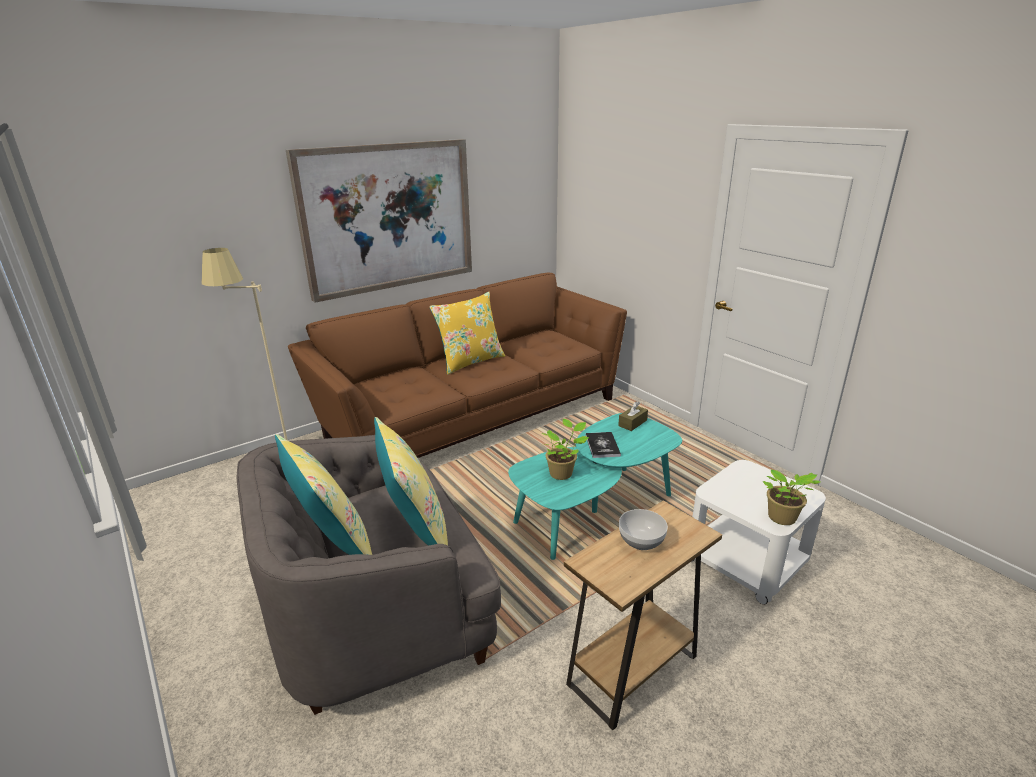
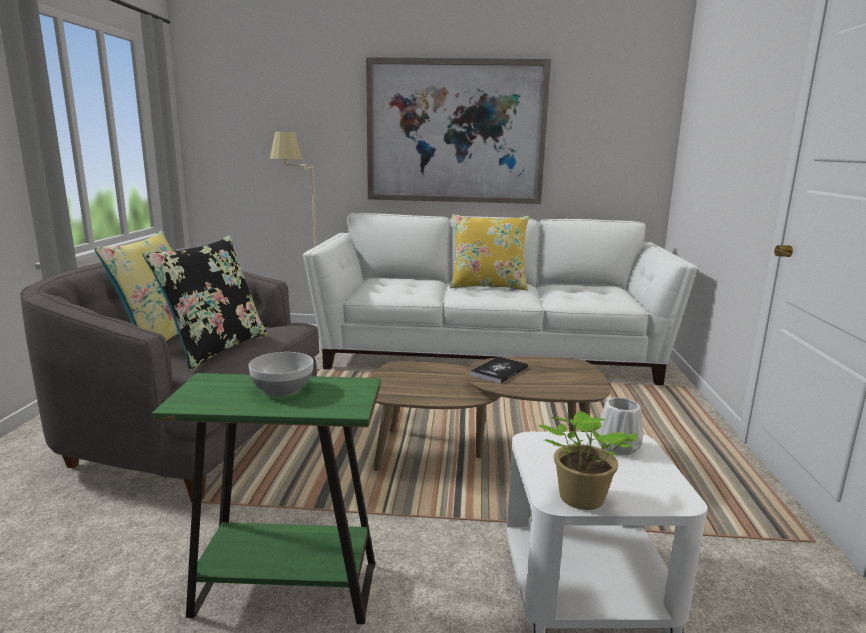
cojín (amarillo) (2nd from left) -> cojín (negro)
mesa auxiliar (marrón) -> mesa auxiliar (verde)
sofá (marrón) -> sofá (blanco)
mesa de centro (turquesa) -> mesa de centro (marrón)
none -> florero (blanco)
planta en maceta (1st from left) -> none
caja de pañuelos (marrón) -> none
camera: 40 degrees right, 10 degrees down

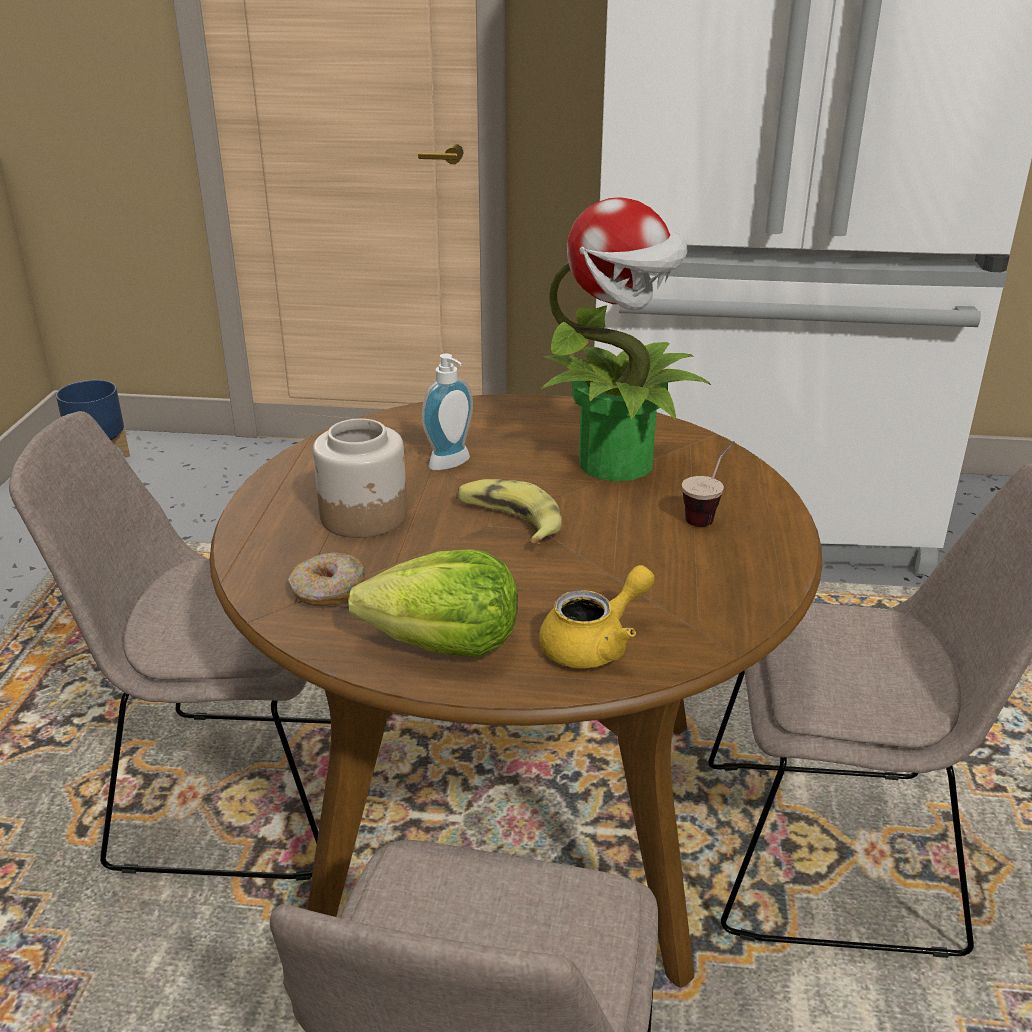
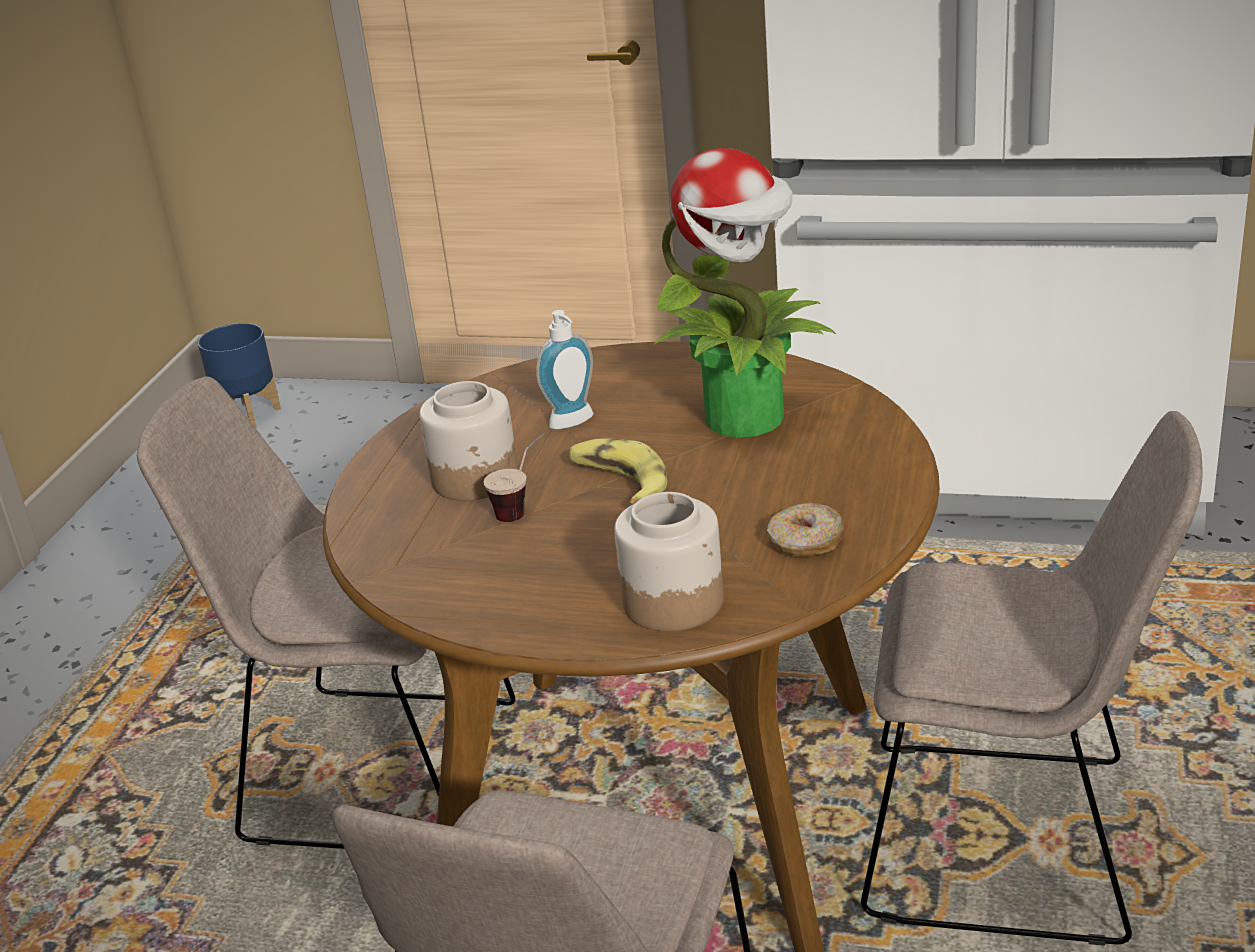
taza, moved
tetera (amarillo) -> tarro (2nd from left)
rosquilla, moved
lechuga -> none
camera: 10 degrees right, 0 degrees up

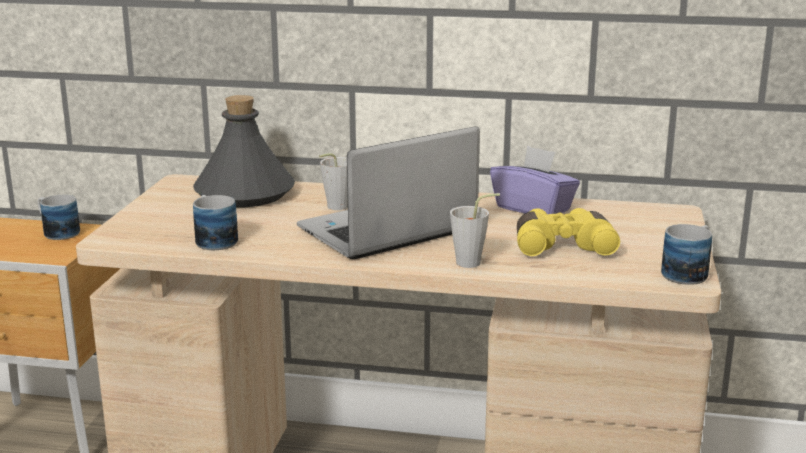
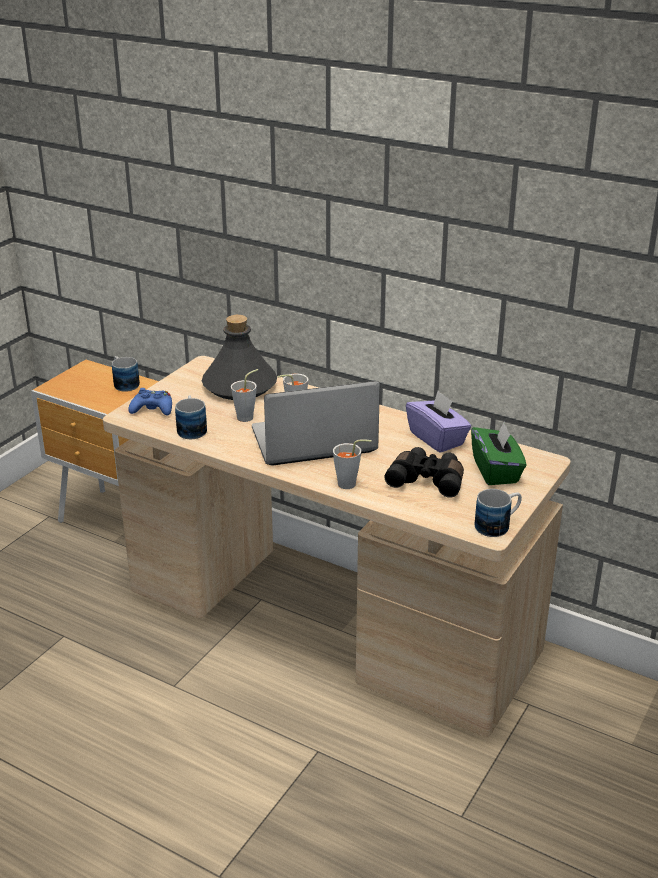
none -> mando de consola (azul)
none -> taza (gris) (1st from left)
prismáticos (amarillo) -> prismáticos (negro)
none -> caja de pañuelos (verde)
camera: 20 degrees right, 10 degrees up

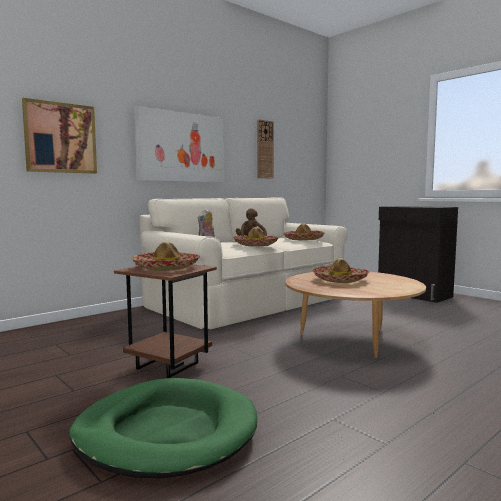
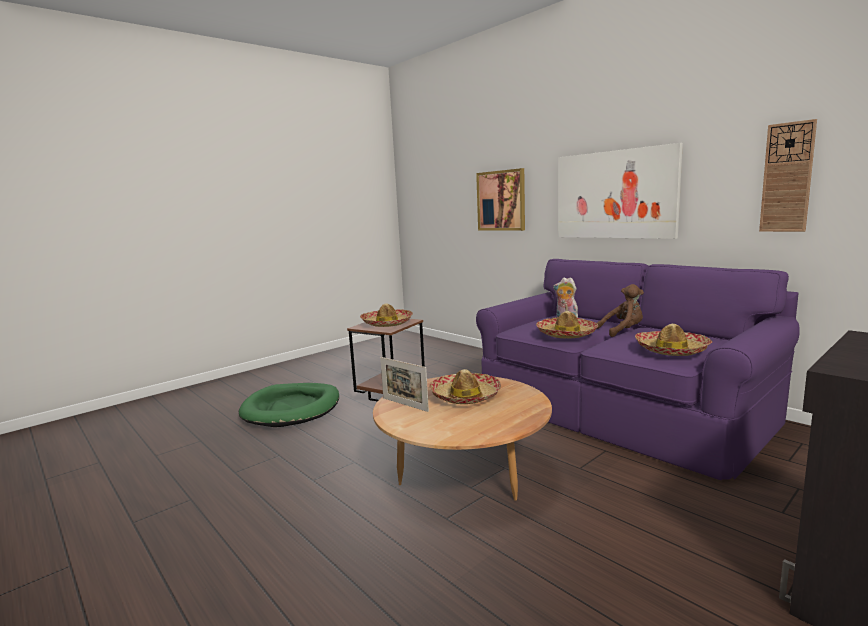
none -> portarretratos
sofá (beis) -> sofá (morado)
camera: 90 degrees right, 5 degrees up

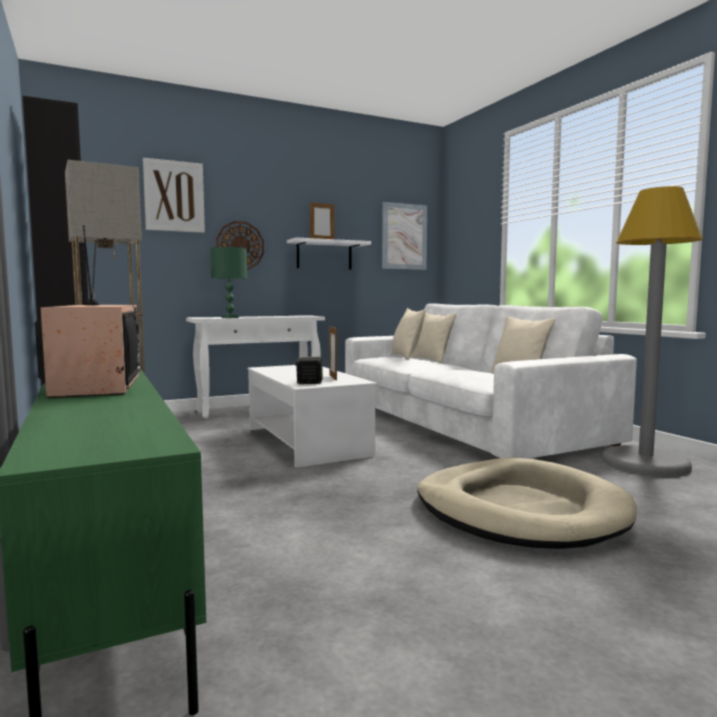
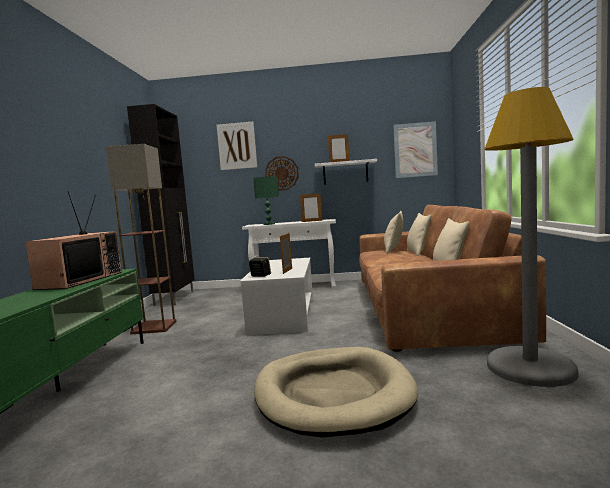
none -> portarretratos (2nd from left)
sofá (blanco) -> sofá (marrón)
camera: 30 degrees right, 0 degrees up

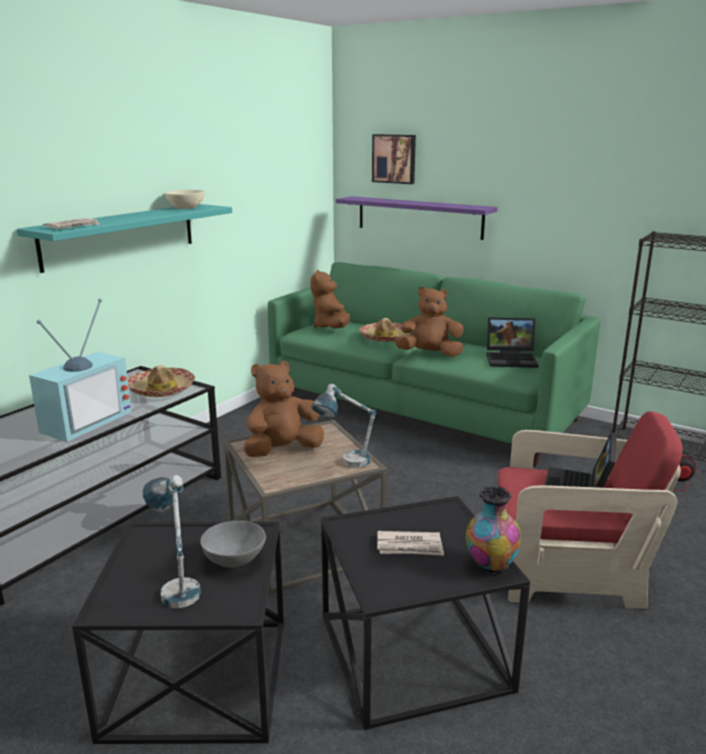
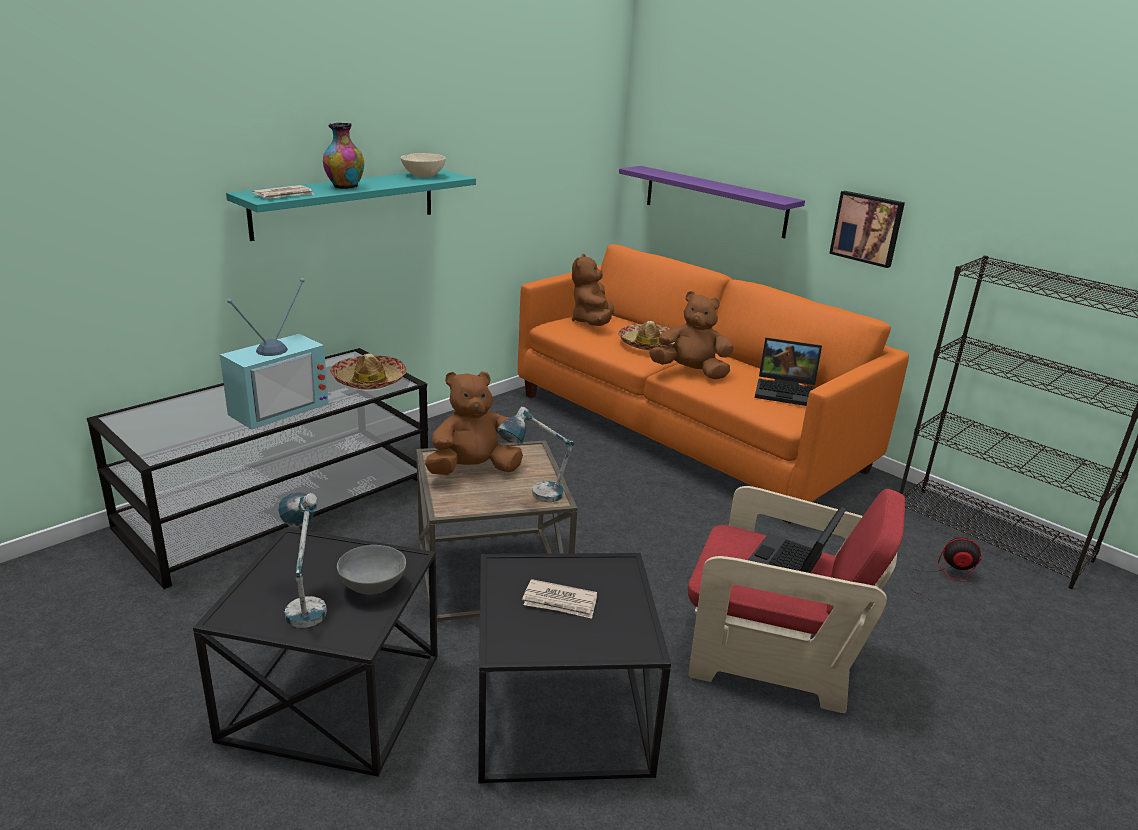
florero, moved
sofá (verde) -> sofá (naranja)
cuadro, moved
camera: 10 degrees right, 5 degrees up

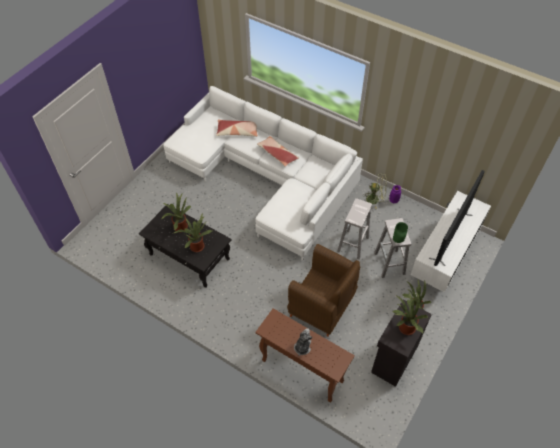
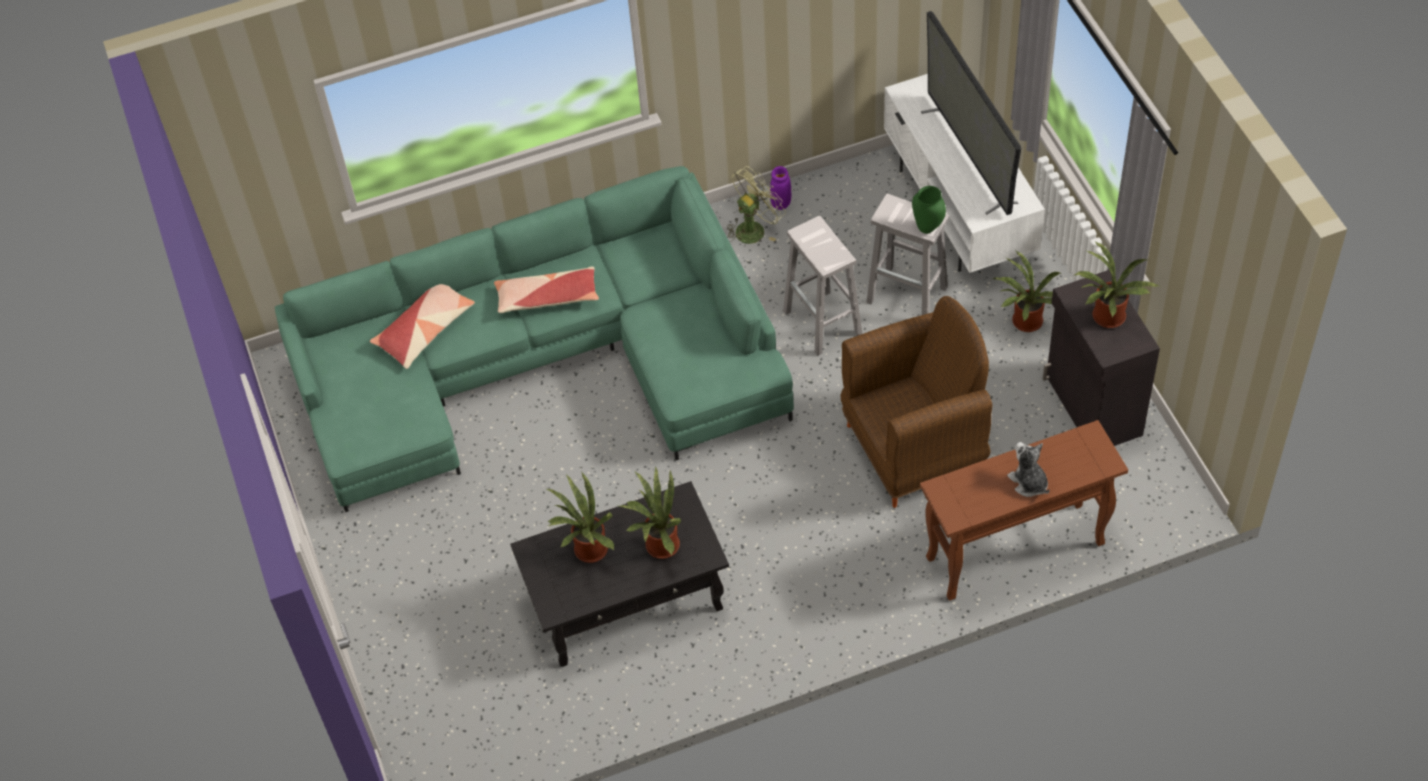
sofá (blanco) -> sofá (verde)
camera: 50 degrees left, 0 degrees up

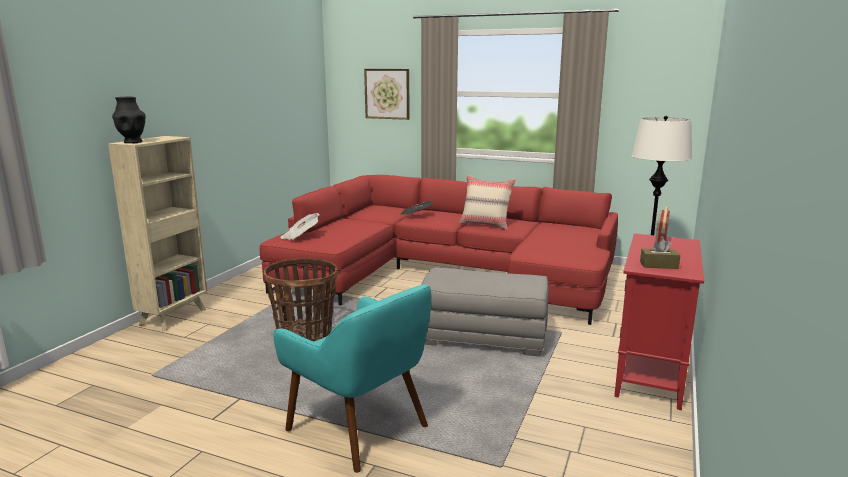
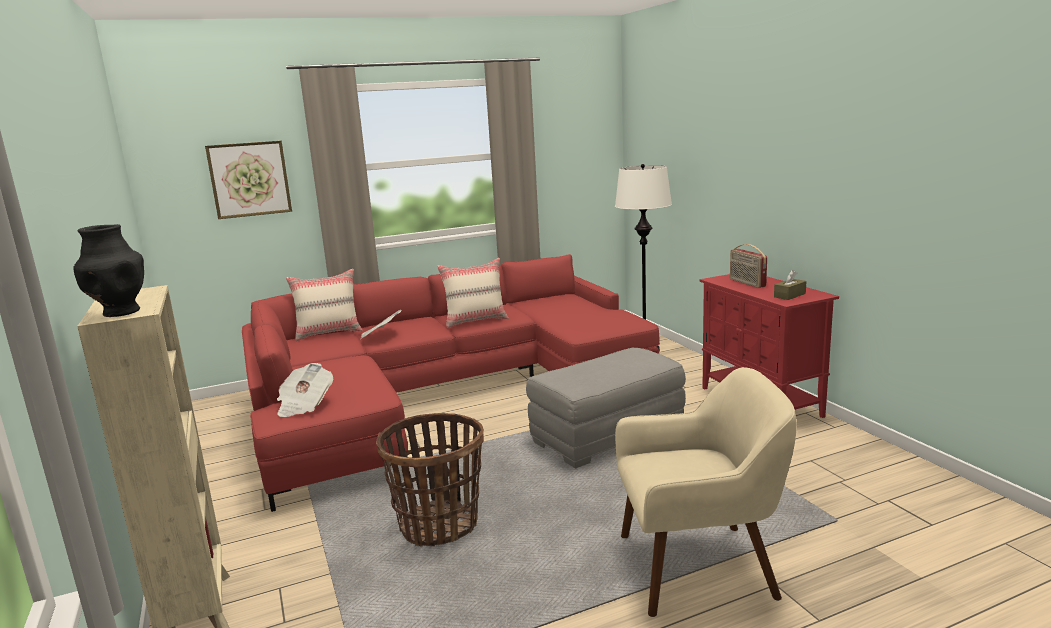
none -> cojín (beis) (1st from left)
sillón (turquesa) -> sillón (beis)
camera: 45 degrees left, 0 degrees up

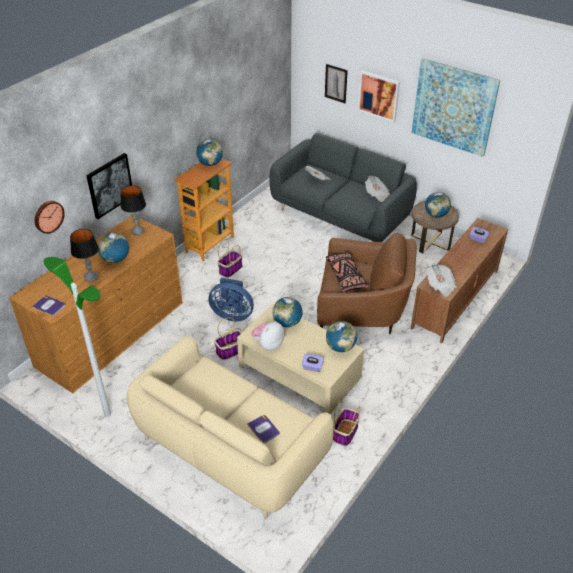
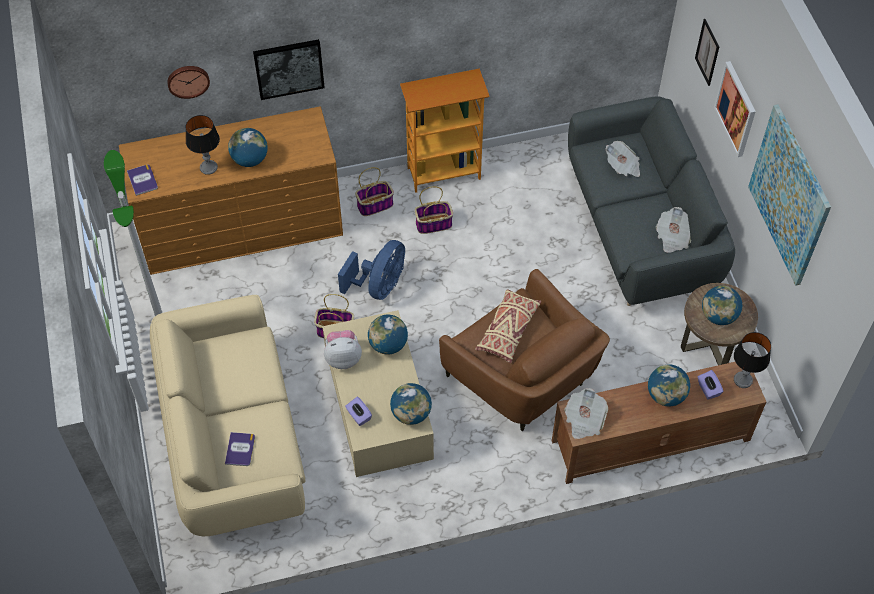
ventilador (azul), 120 degrees counterclockwise
cesta (3rd from left in the first image) -> cesta (2nd from left), moved
cojín (negro) -> cojín (beis)
globo terráqueo (2nd from left in the first image) -> globo terráqueo (4th from left), moved
lámpara de mesa (2nd from left), moved
camera: 40 degrees right, 15 degrees up

